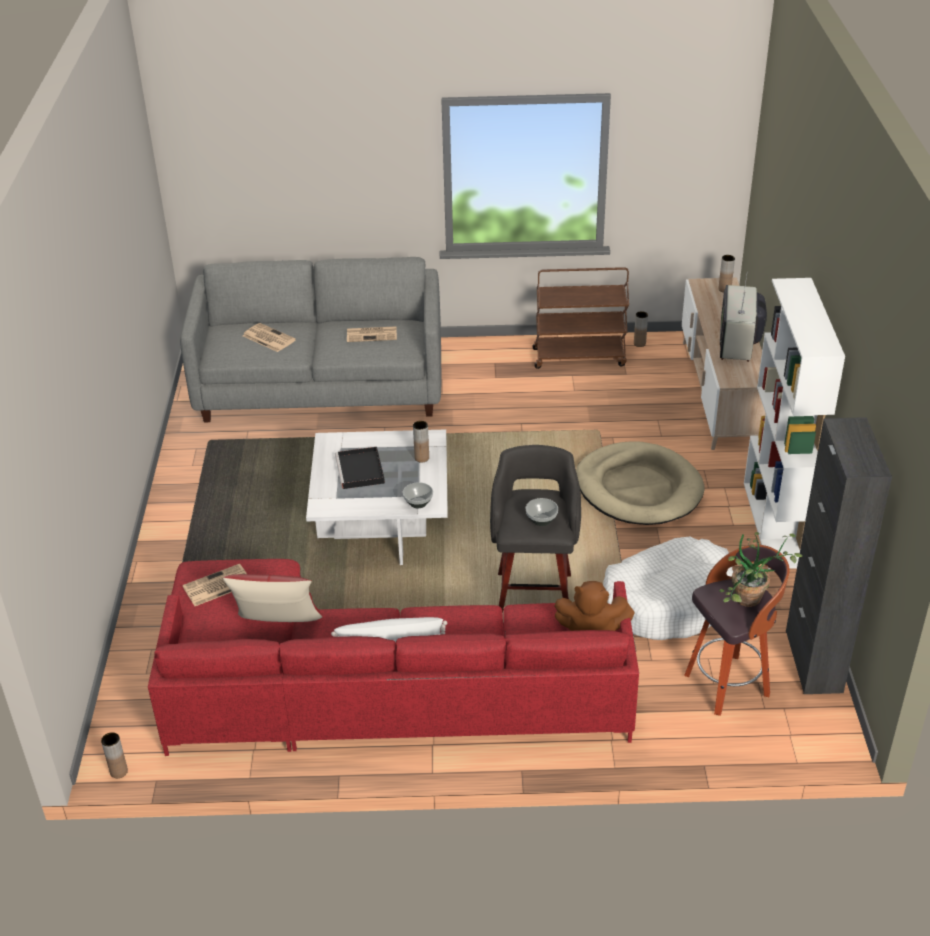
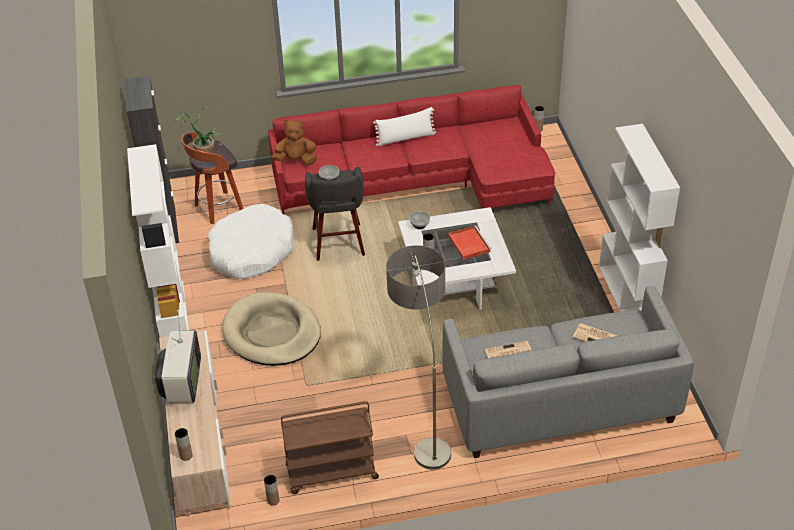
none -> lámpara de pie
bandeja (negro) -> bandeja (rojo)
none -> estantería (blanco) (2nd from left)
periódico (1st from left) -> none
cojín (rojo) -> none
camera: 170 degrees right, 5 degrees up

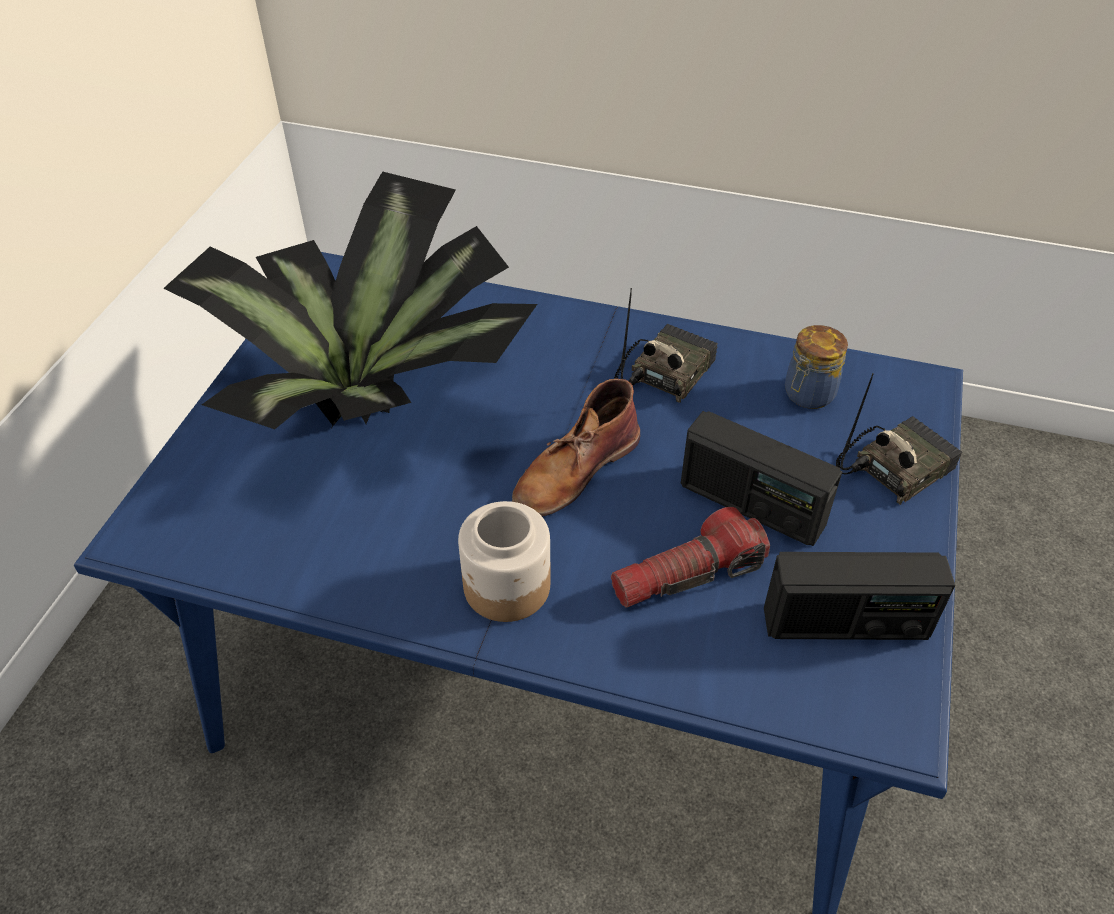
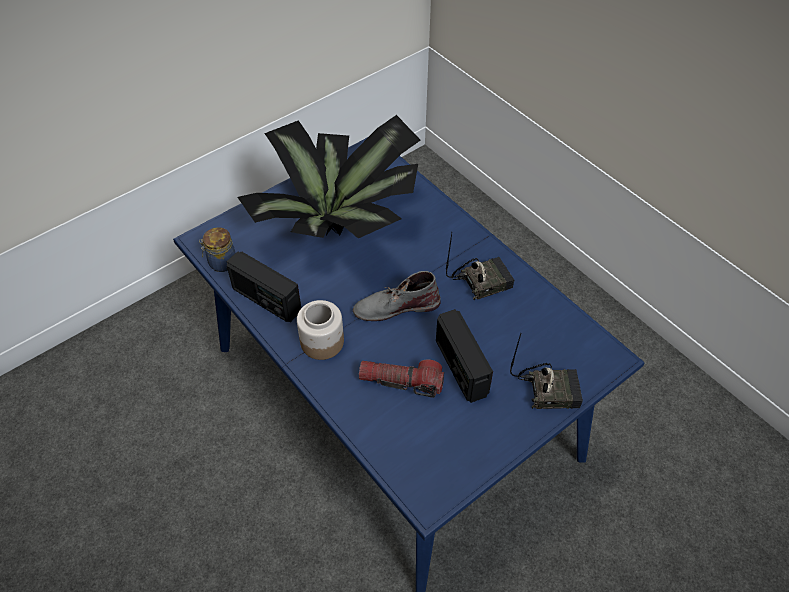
tarro (2nd from left in the first image) -> tarro (1st from left), moved
radio (3rd from left in the first image) -> radio (1st from left), moved
bota (marrón) -> bota (gris)
camera: 35 degrees right, 5 degrees up

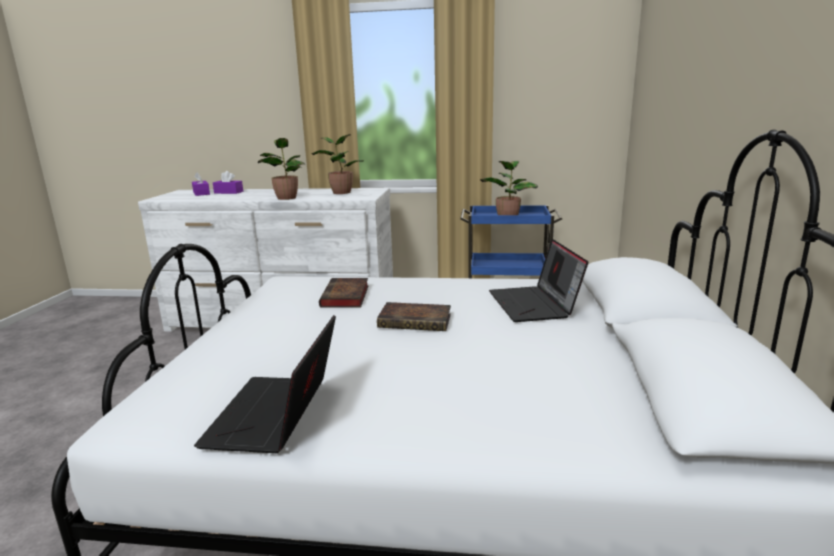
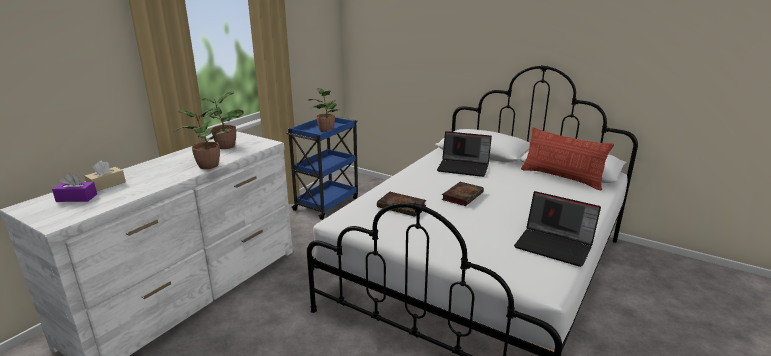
caja de pañuelos (morado) (2nd from left) -> caja de pañuelos (beis)
none -> cojín
camera: 65 degrees left, 5 degrees up

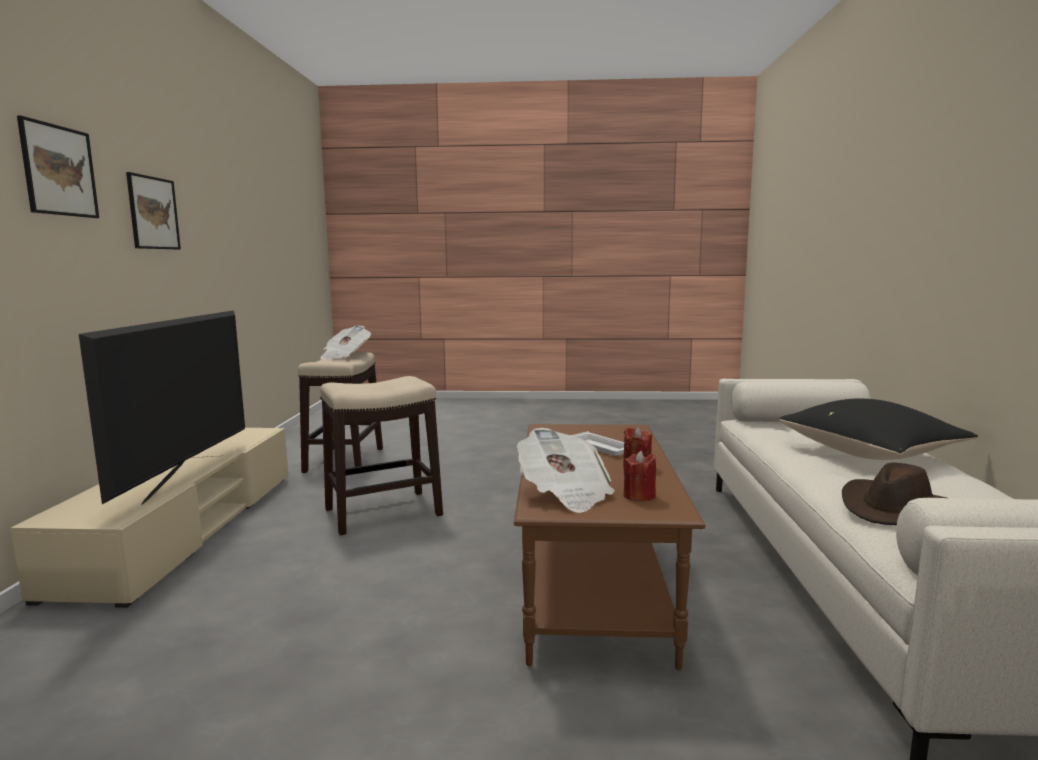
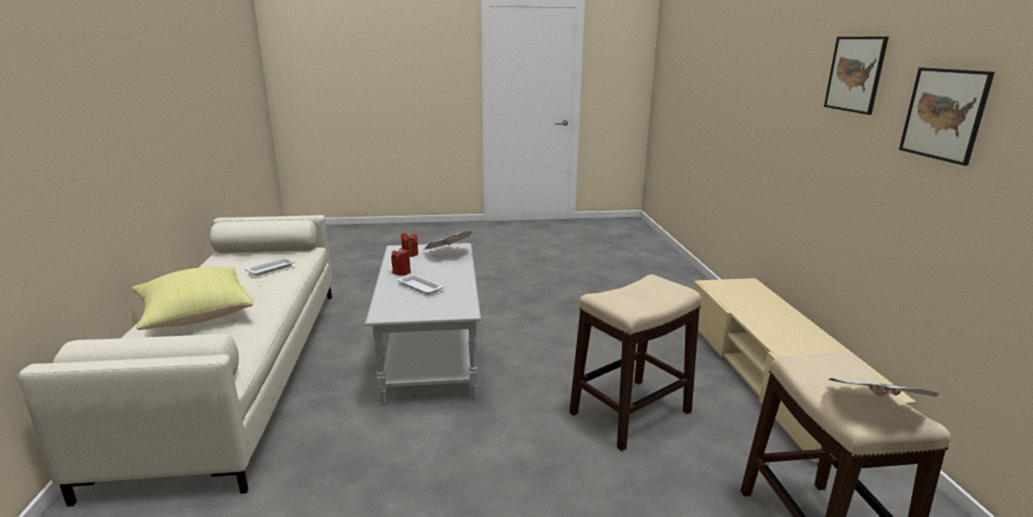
cojín (negro) -> cojín (amarillo)
sombrero (marrón) -> bandeja (blanco) (1st from left)
mesa de centro (marrón) -> mesa de centro (gris)
televisor -> none
camera: 170 degrees right, 10 degrees up

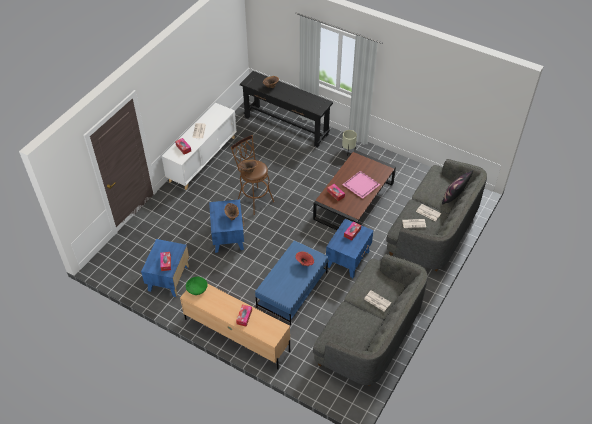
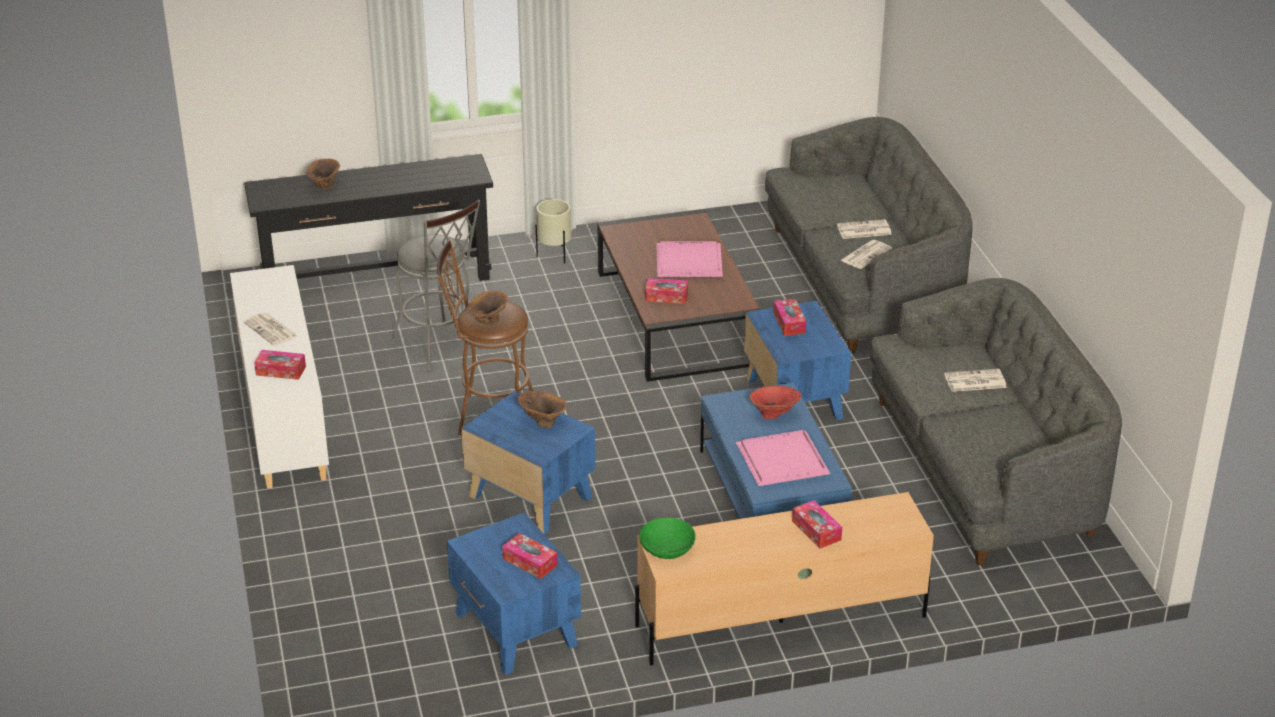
none -> taburete (gris)
none -> bandeja (rosa) (2nd from left)
cojín -> none
camera: 45 degrees left, 15 degrees down

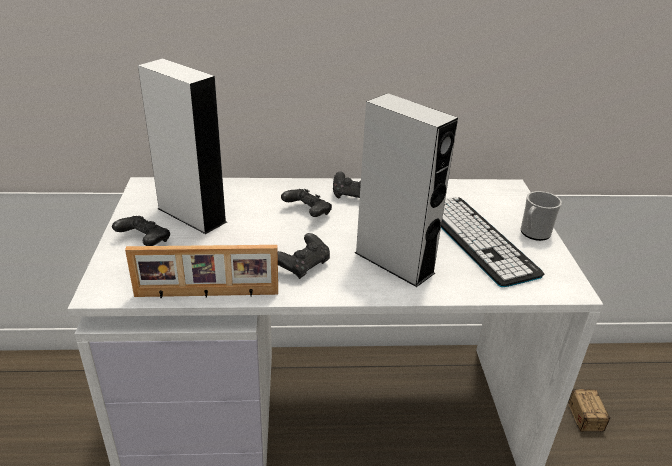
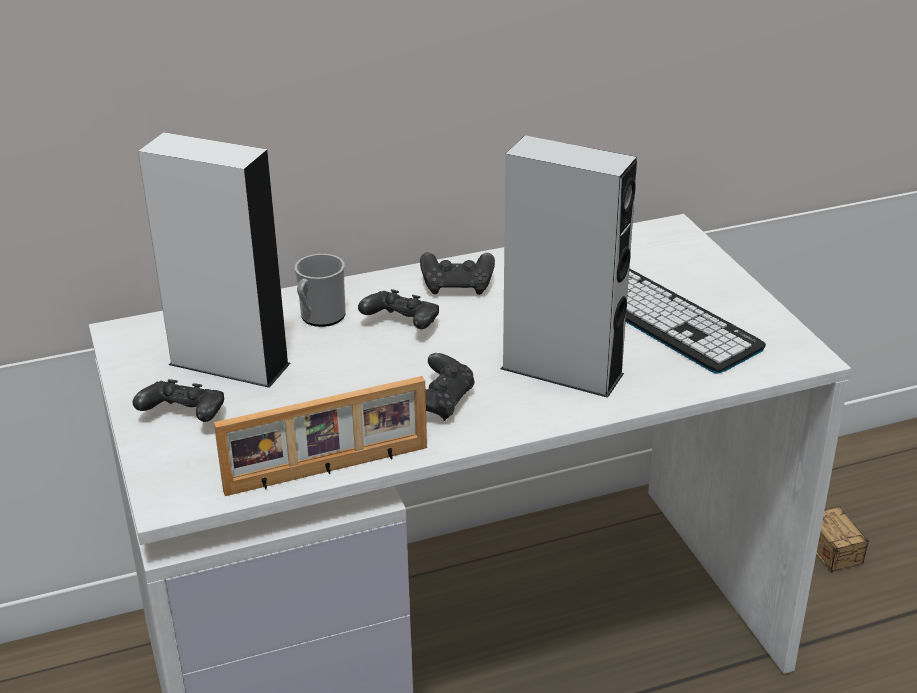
taza grande, moved
camera: 15 degrees left, 0 degrees up

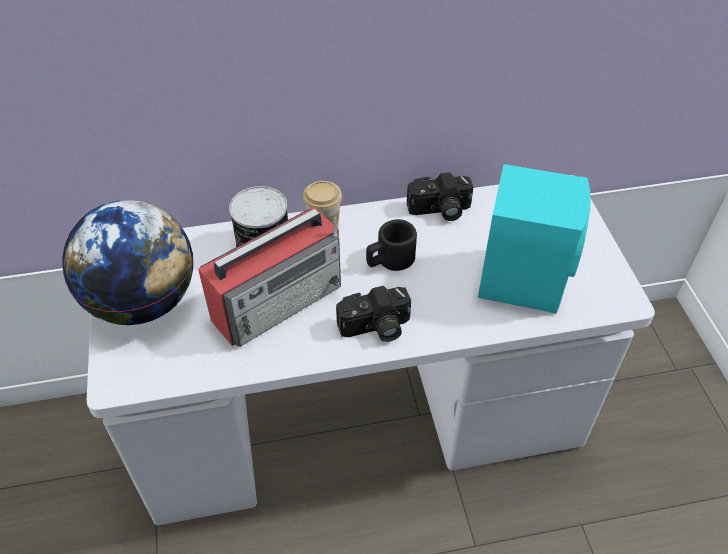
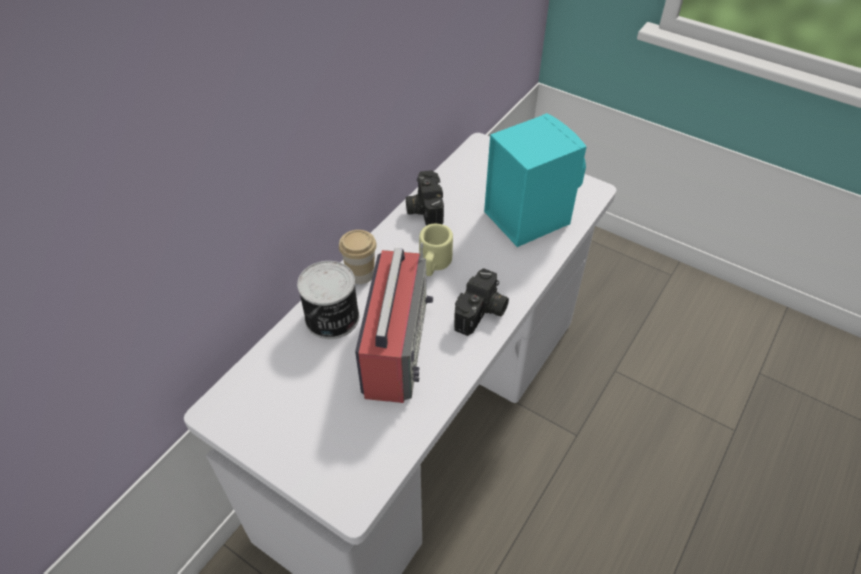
cámara (2nd from left in the first image) -> cámara (1st from left), 135 degrees clockwise
taza grande (negro) -> taza grande (beis)
globo terráqueo -> none
camera: 45 degrees left, 0 degrees up

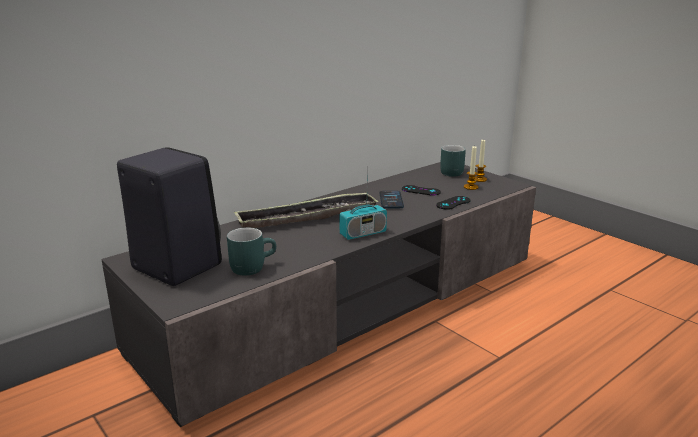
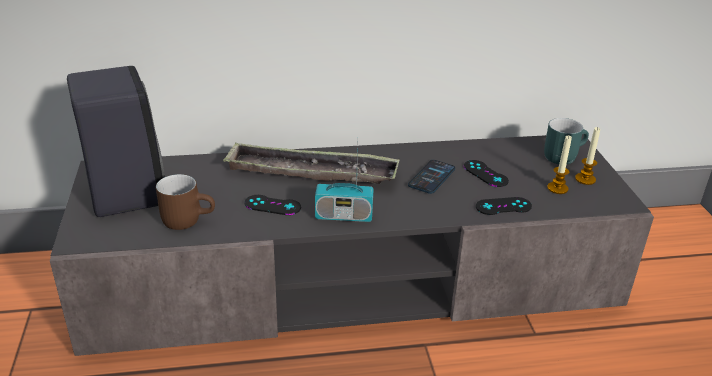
taza grande (turquesa) (1st from left) -> taza grande (marrón)
none -> mando de consola (negro) (1st from left)
camera: 30 degrees right, 10 degrees up

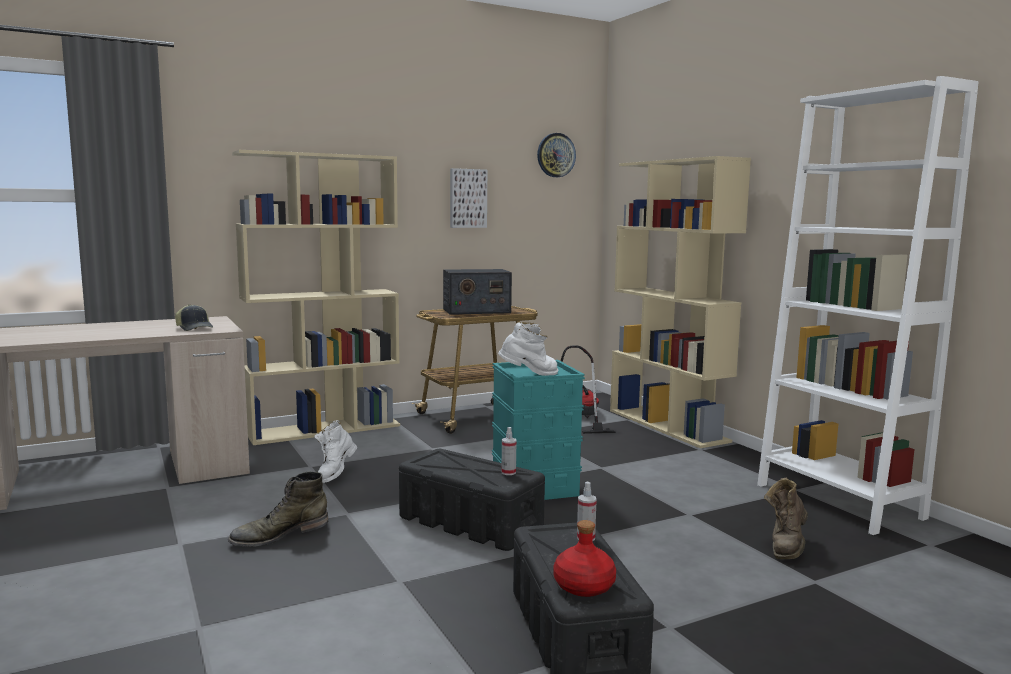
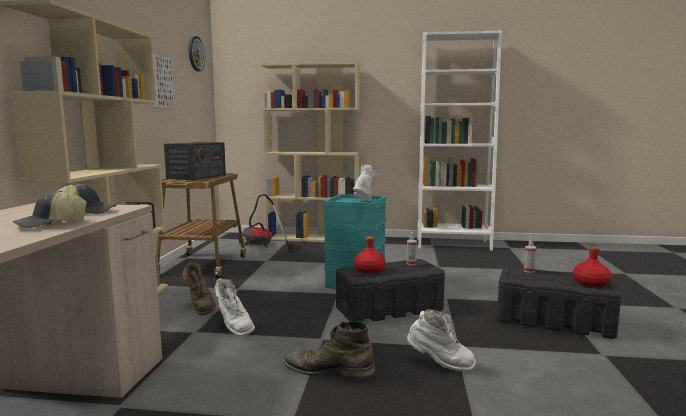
none -> gorra (1st from left)
bota (marrón), moved
bota (verde), 105 degrees clockwise
none -> botella (rojo) (1st from left)
none -> bota (blanco) (3rd from left)
camera: 55 degrees left, 0 degrees up

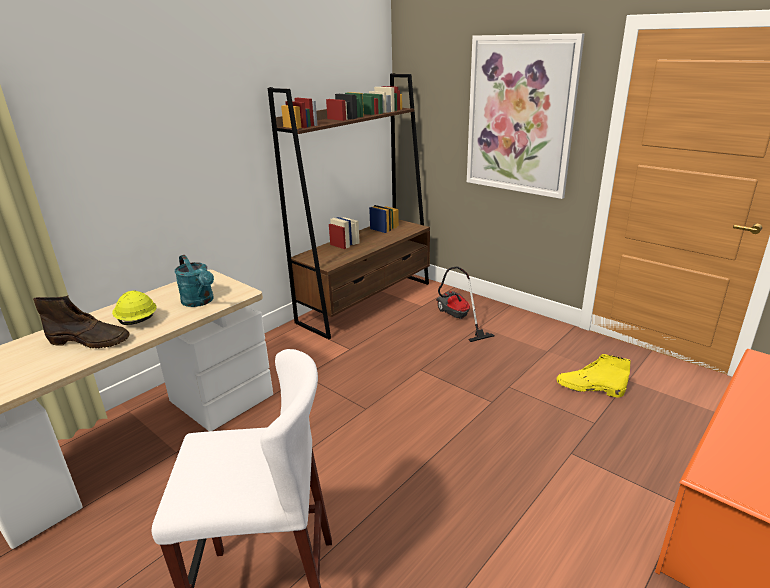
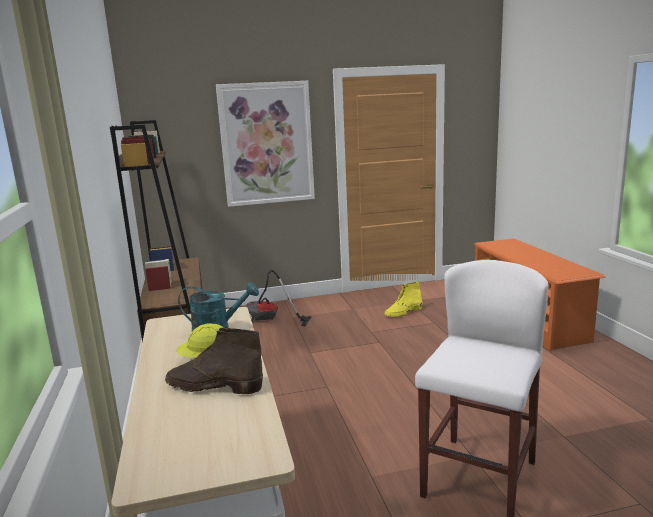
bota (marrón), 120 degrees counterclockwise
camera: 55 degrees left, 10 degrees down

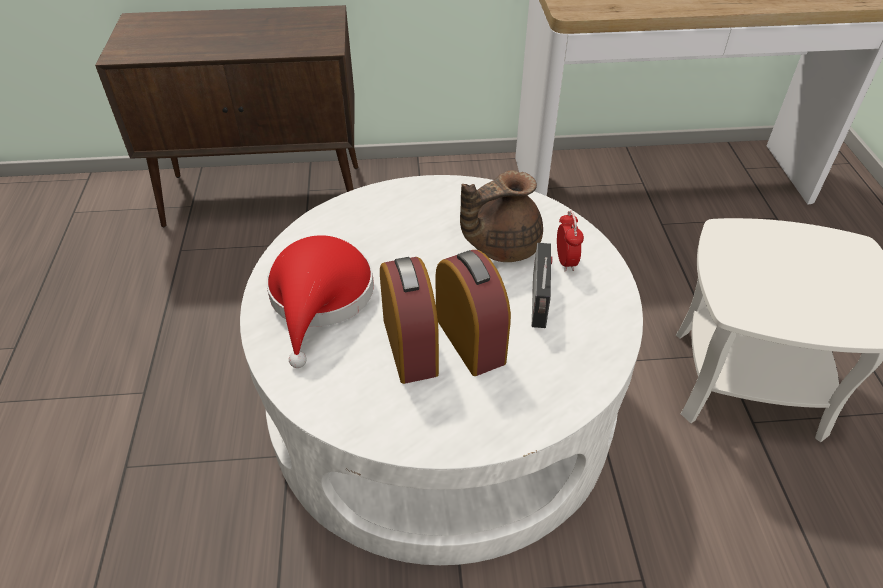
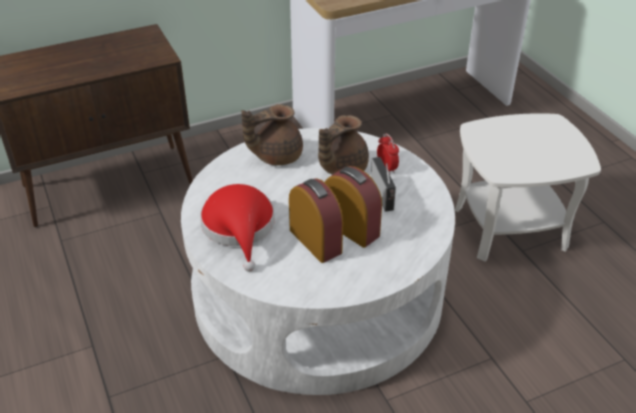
none -> tetera (marrón) (1st from left)
camera: 20 degrees left, 5 degrees down

